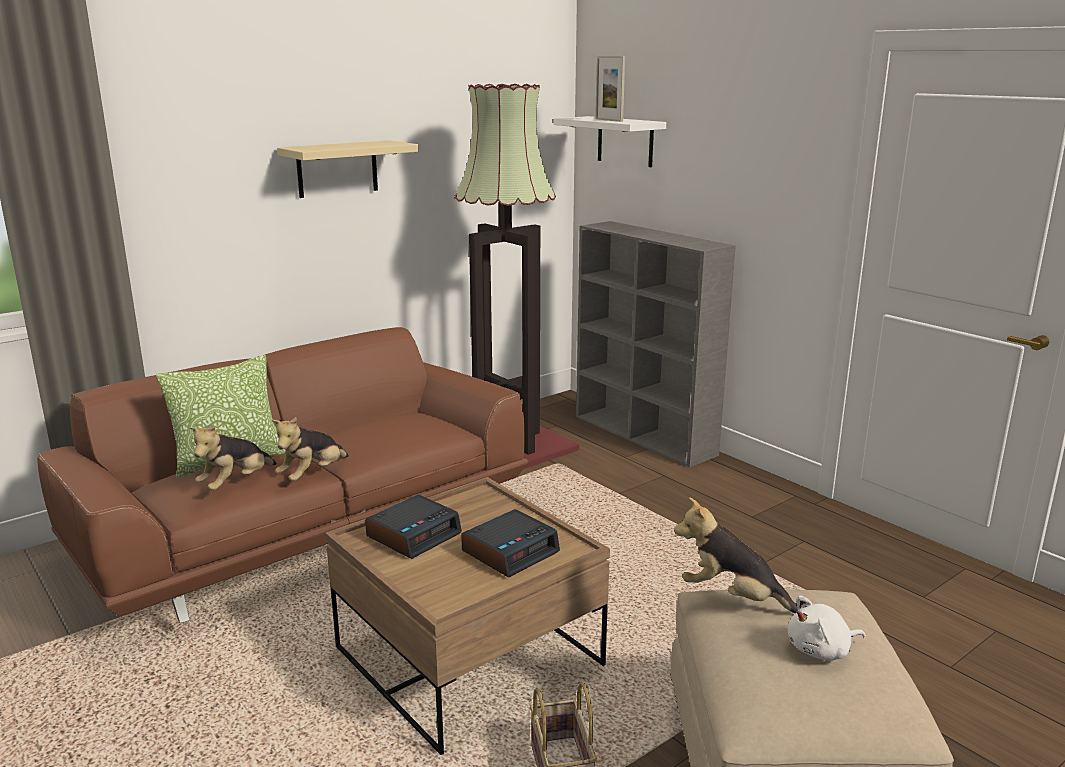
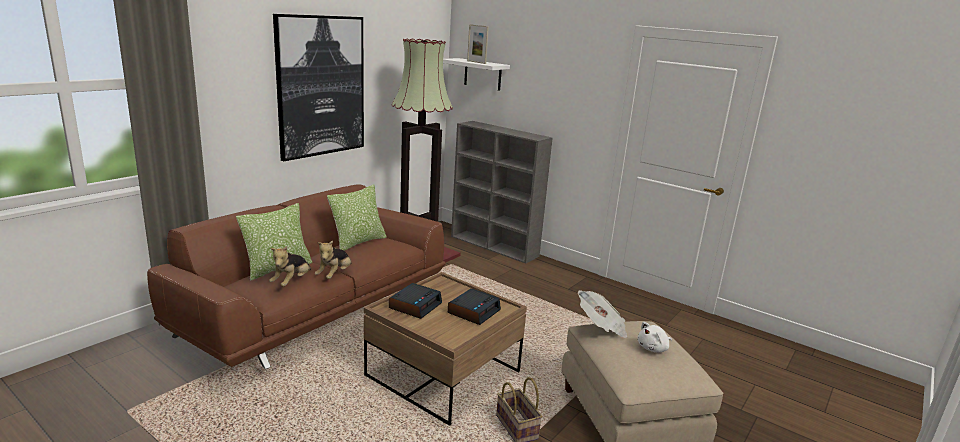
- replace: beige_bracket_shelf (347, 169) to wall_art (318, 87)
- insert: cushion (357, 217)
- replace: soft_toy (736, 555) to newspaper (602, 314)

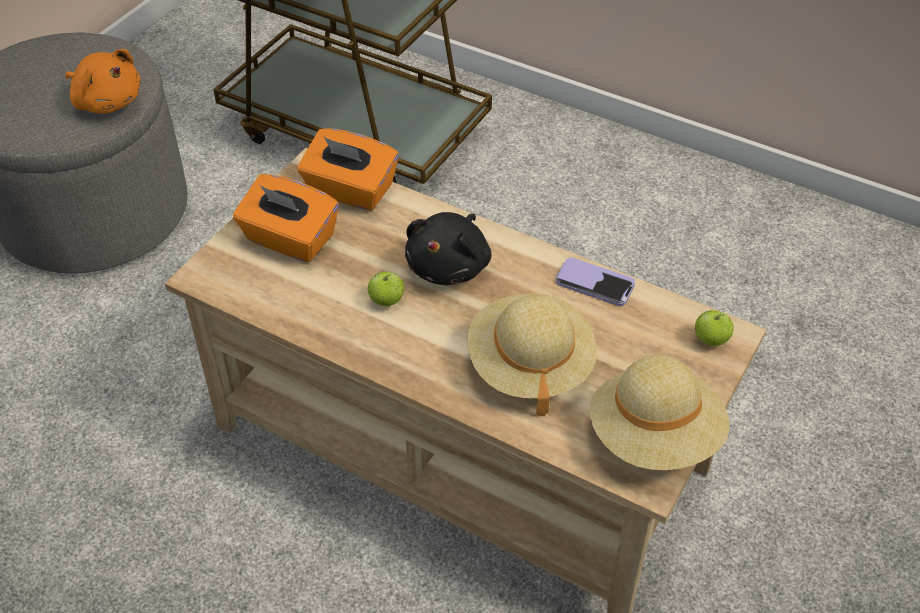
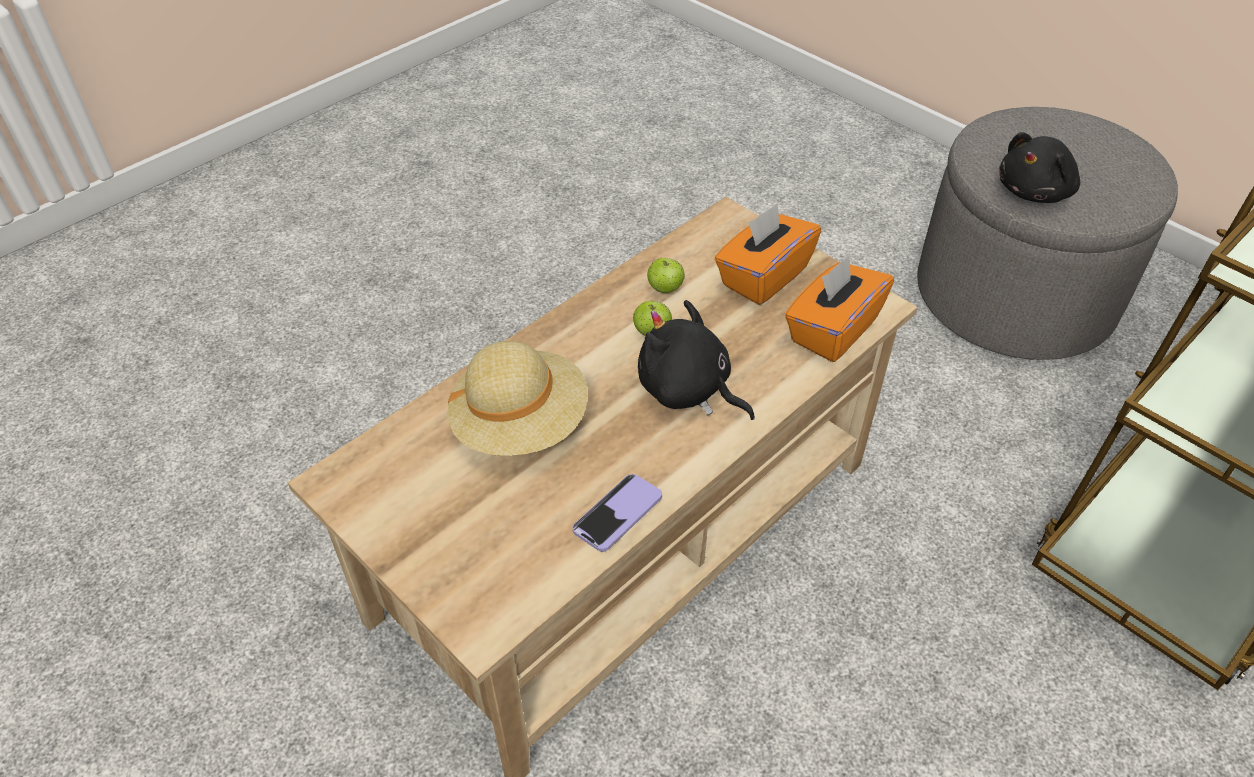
- move: whole_apple (714, 328) to (666, 275)
- recolor: orange_soft_toy (103, 81) to black_soft_toy (1039, 167)
- delete: beige_hat (660, 412)

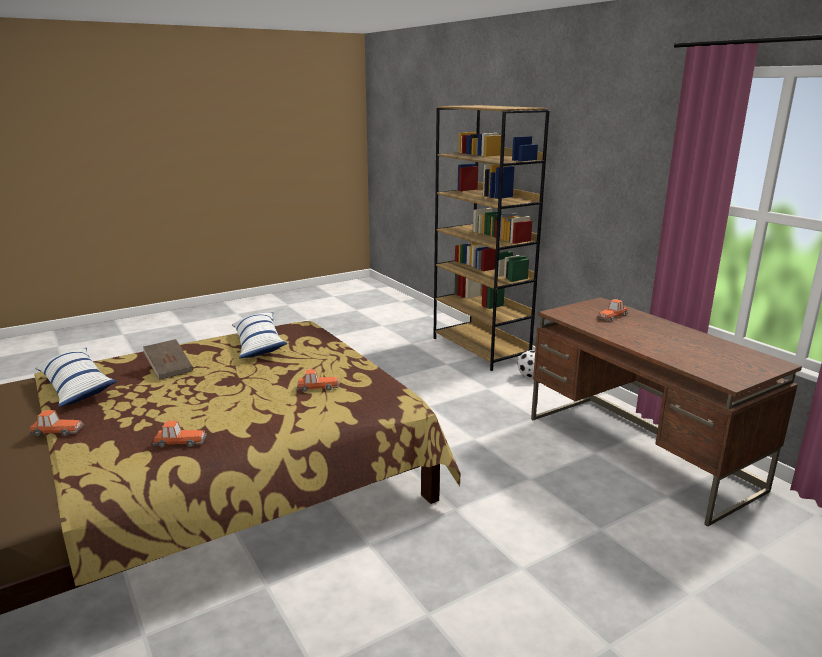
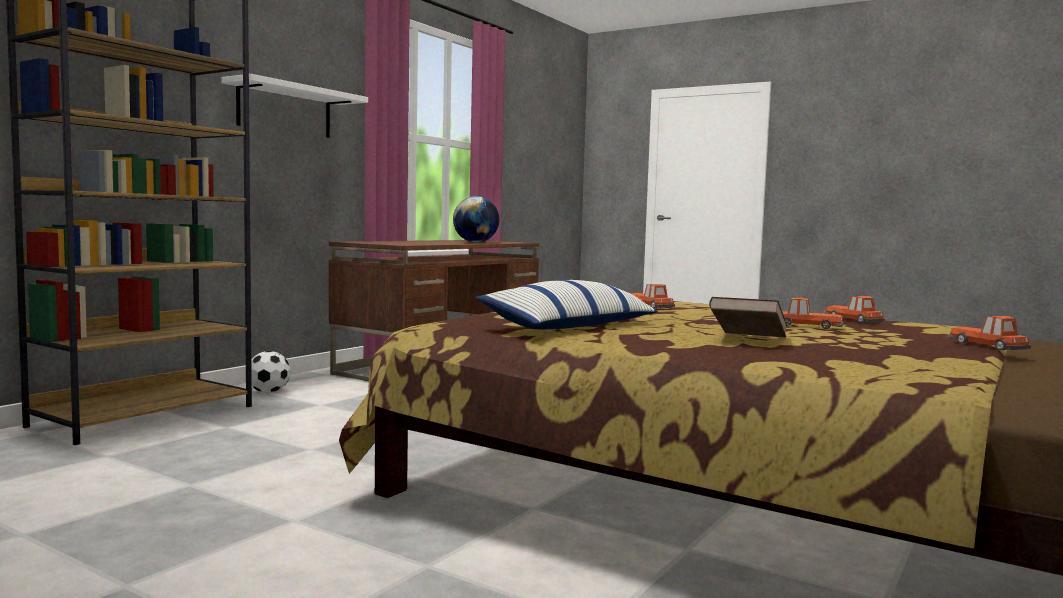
- insert: whitish_bracket_shelf (294, 106)
- insert: desk_globe (476, 219)
- move: miniature_car (612, 310) to (812, 313)
- delete: cushion (76, 377)

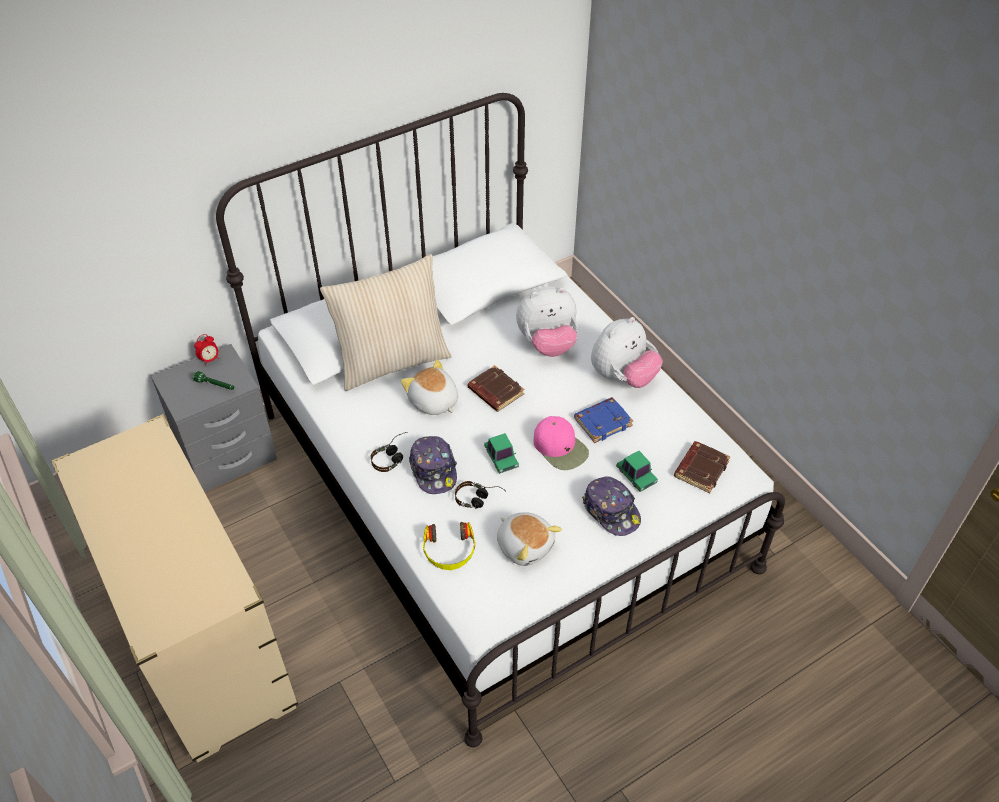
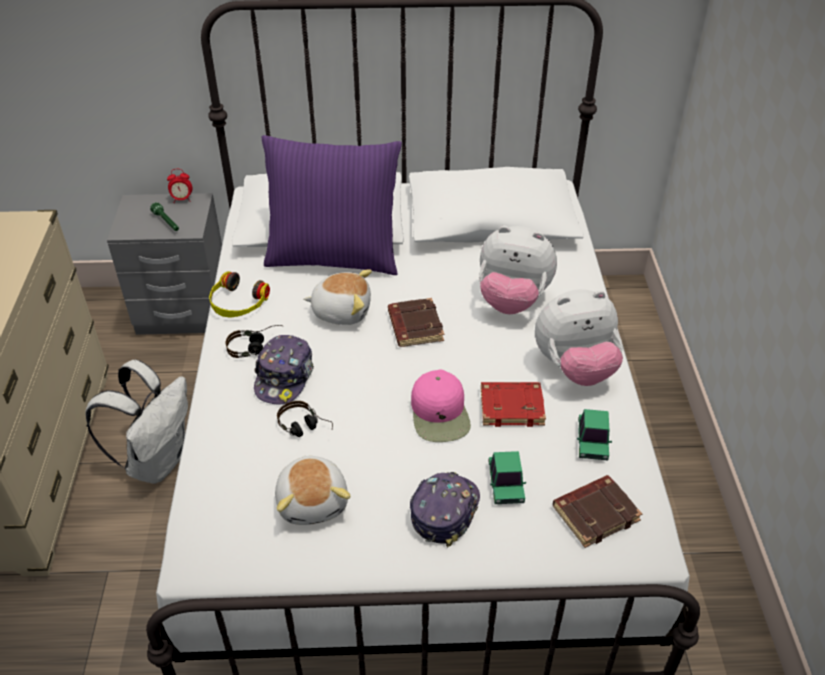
- insert: whitish_backpack (137, 421)
- move: headset (449, 546) to (239, 294)
- recolor: beige_cushion (386, 322) to purplish_cushion (332, 205)
- rotate: soft_toy (429, 387) = (338, 297) 105 degrees clockwise
- rotate: baseball_cap (611, 506) = (445, 509) 150 degrees counterclockwise
- recolor: blue-coloured_volume (603, 420) to red_volume (513, 404)
- move: miniature_car (501, 453) to (594, 435)

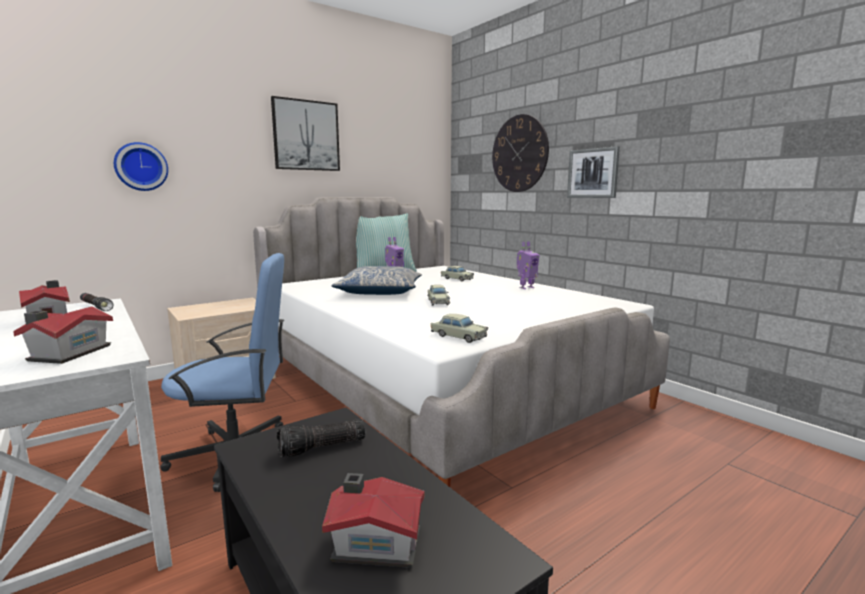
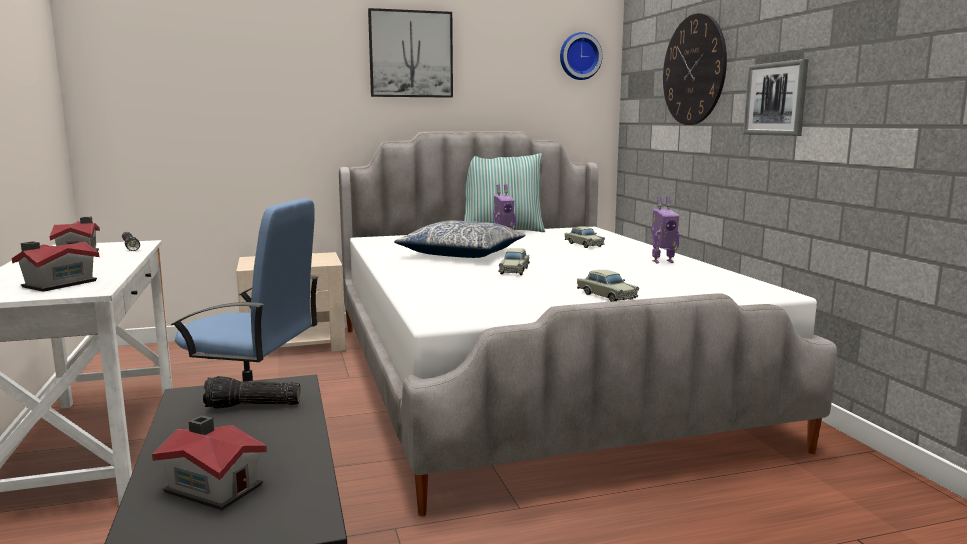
- move: clock_on_the_wall (141, 166) to (581, 56)
- move: beige_miniature_car (459, 328) to (608, 286)

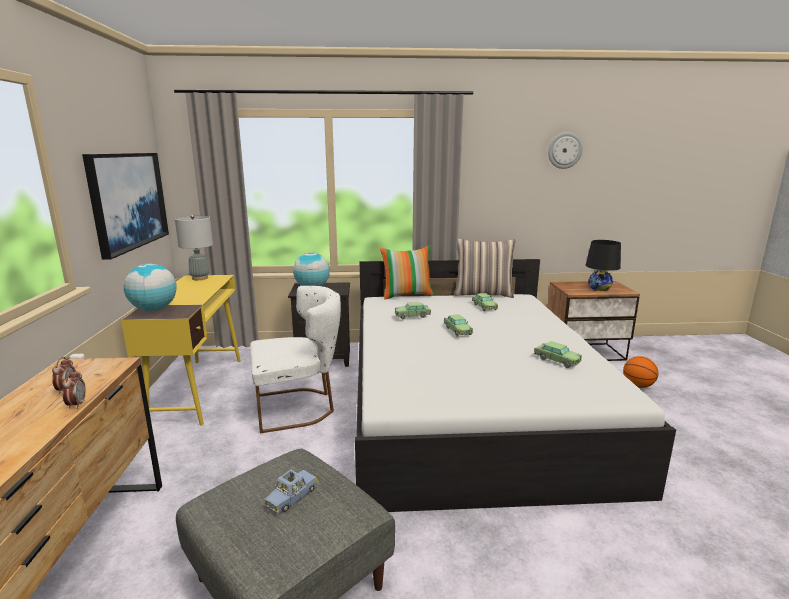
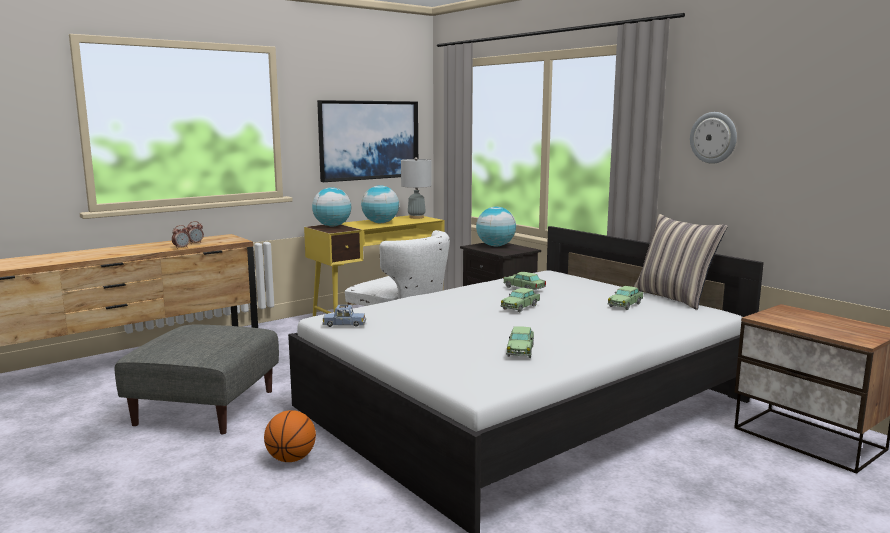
- move: basketball (640, 372) to (290, 436)
- move: blue-coloured_miniature_car (292, 492) to (344, 316)
- insert: desk_globe (380, 204)
- move: clock_on_the_wall (565, 150) to (713, 138)
- delete: cushion (407, 272)
- delete: black_lamp_for_a_table (603, 265)

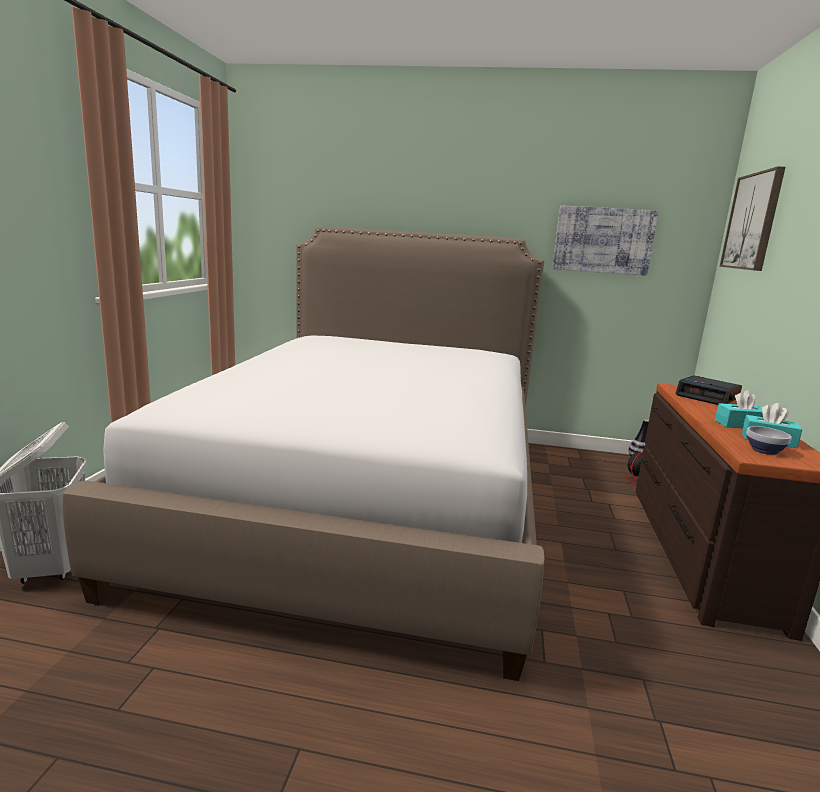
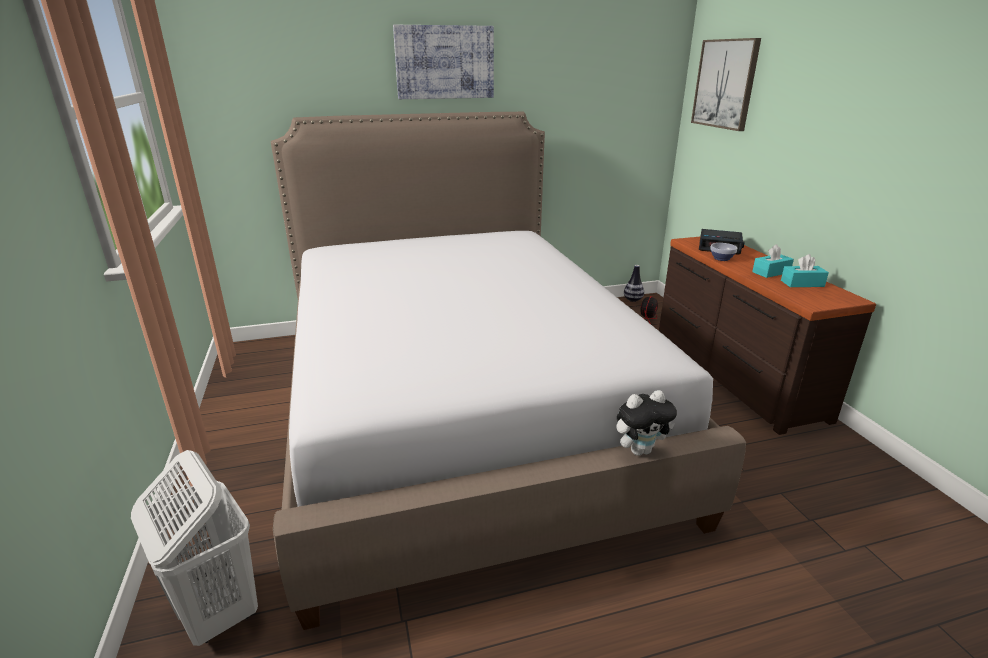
- move: wall_art (605, 240) to (443, 62)
- insert: soft_toy (646, 423)
- move: serving_bowl (769, 440) to (723, 252)

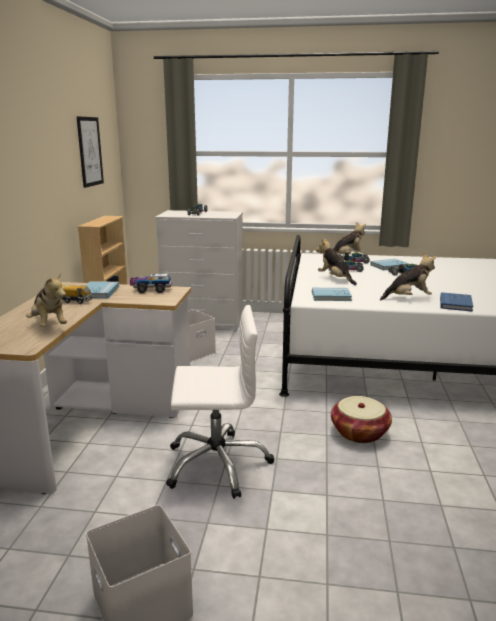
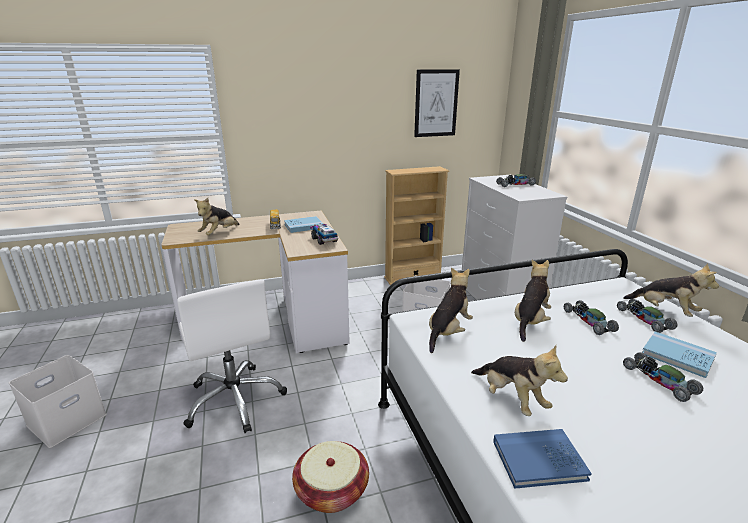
- replace: blue-coloured_volume (332, 294) to soft_toy (451, 310)

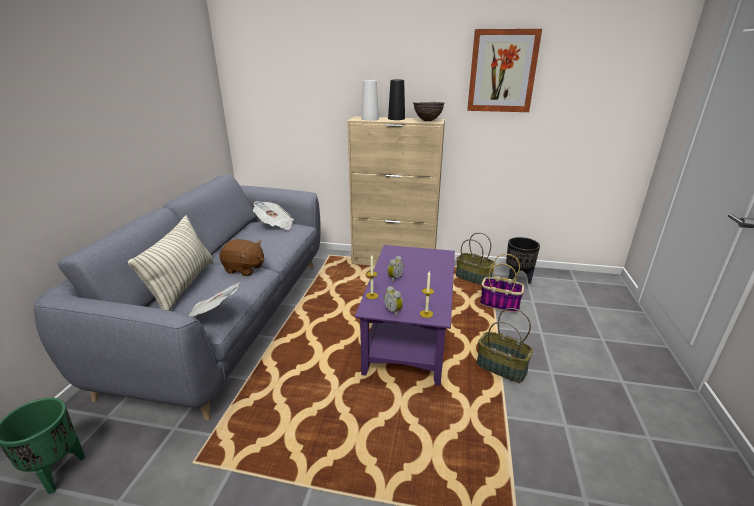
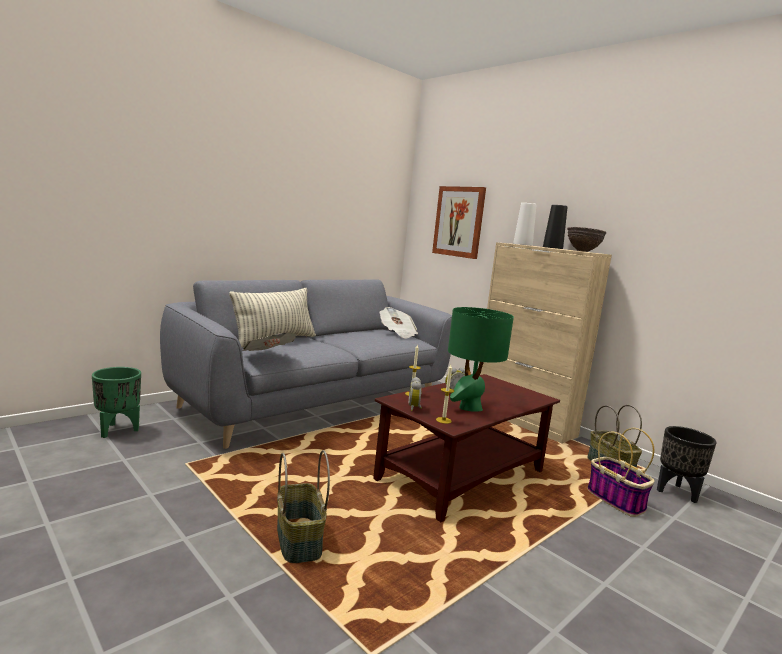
- move: household_basket (505, 345) to (303, 506)
- recolor: purplish_coffee_table (405, 315) to brown_coffee_table (466, 448)
- move: wall_art (504, 70) to (459, 222)
- insert: green_lamp_for_a_table (481, 359)
- delete: brown_soft_toy (241, 257)

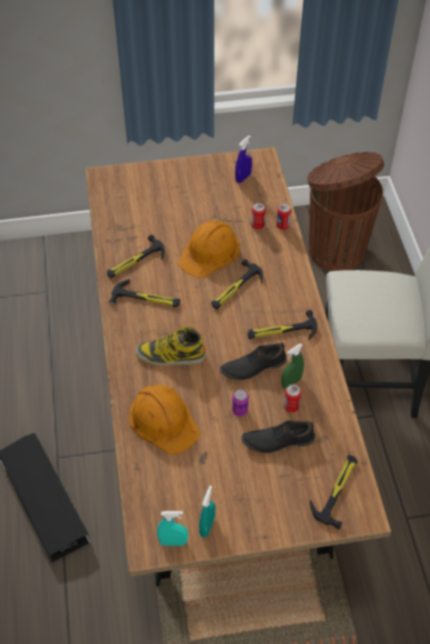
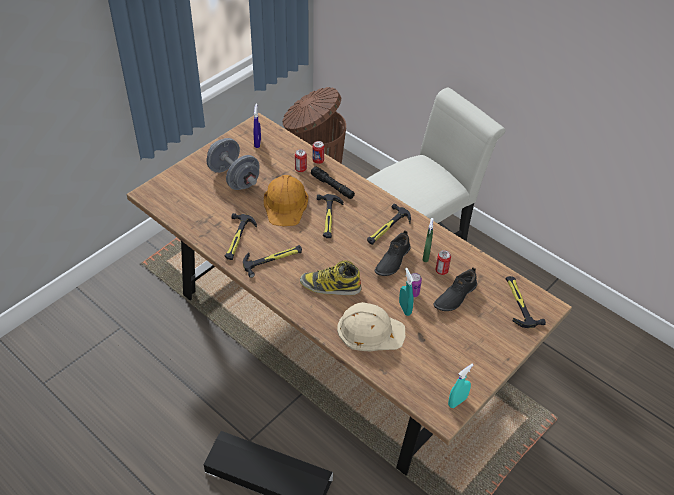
- insert: greyish_free_weight (233, 164)
- rotate: tall_boot (170, 346) = (330, 277) 45 degrees clockwise
- insert: black_torch (333, 182)
- recolor: orange_work_helmet (164, 420) to beige_work_helmet (371, 326)
- move: turquoise_hand_sprayer (207, 511) to (406, 292)

